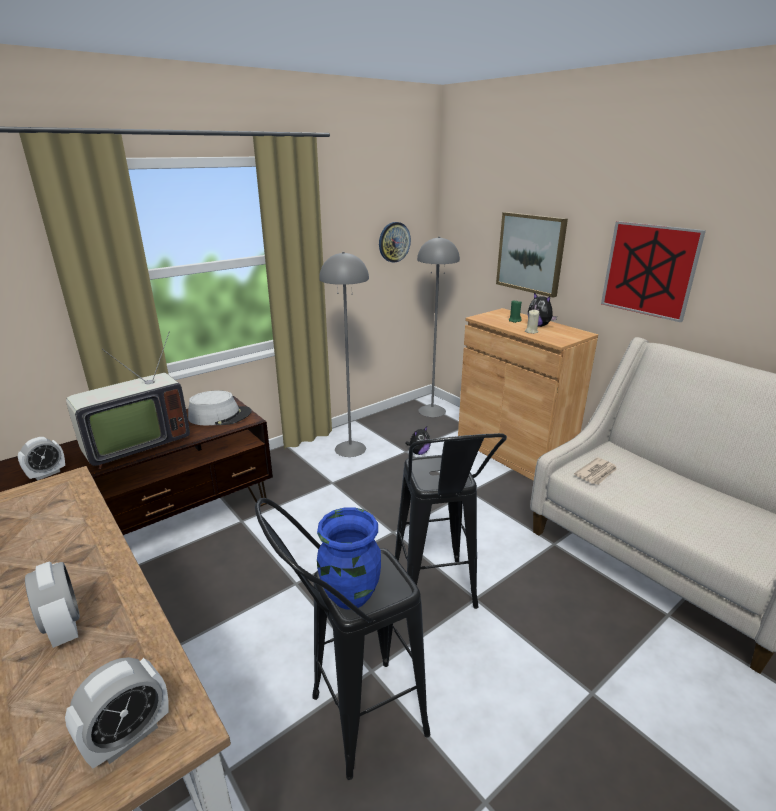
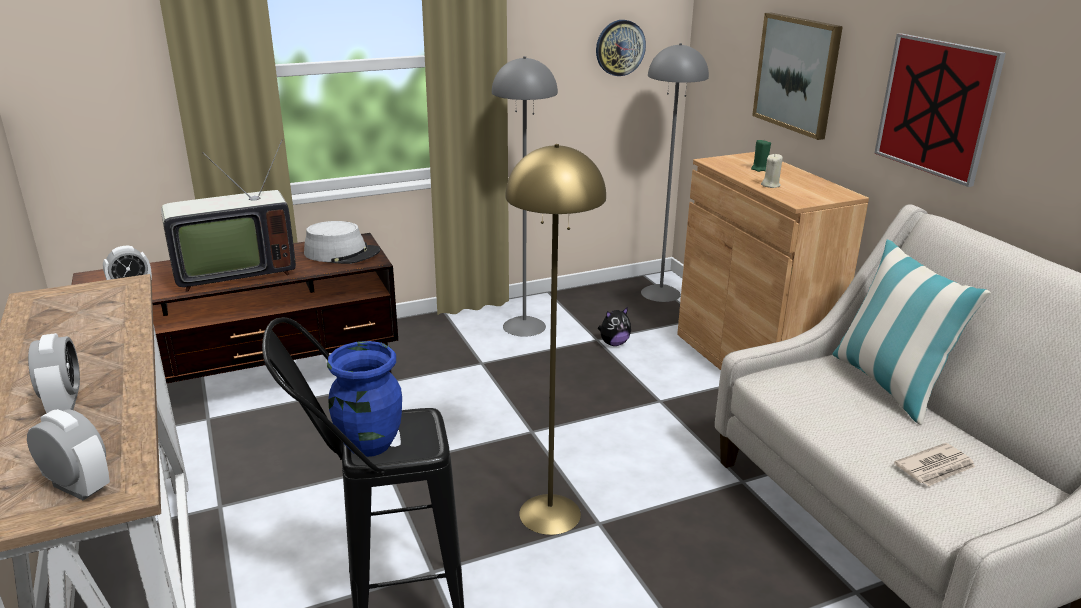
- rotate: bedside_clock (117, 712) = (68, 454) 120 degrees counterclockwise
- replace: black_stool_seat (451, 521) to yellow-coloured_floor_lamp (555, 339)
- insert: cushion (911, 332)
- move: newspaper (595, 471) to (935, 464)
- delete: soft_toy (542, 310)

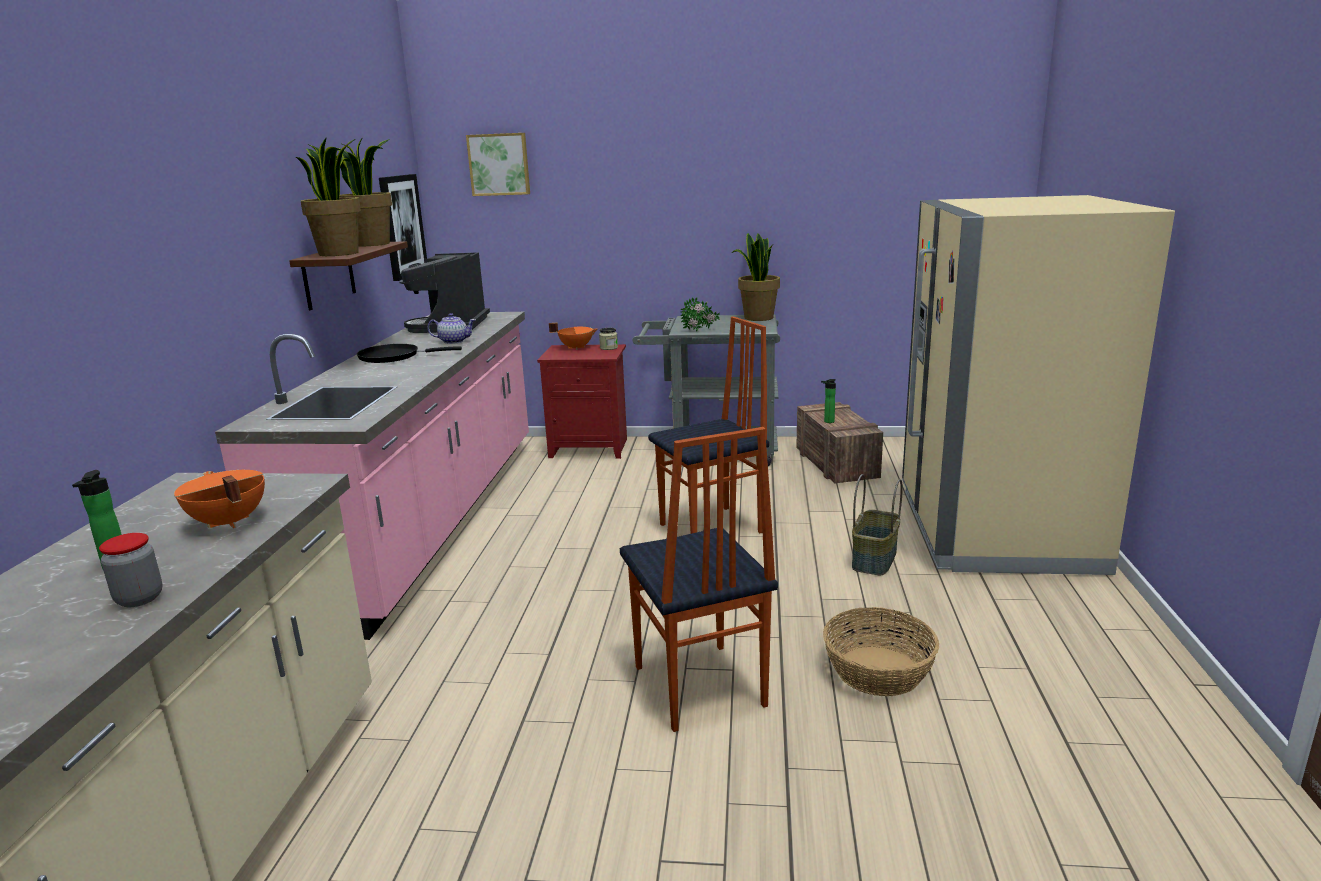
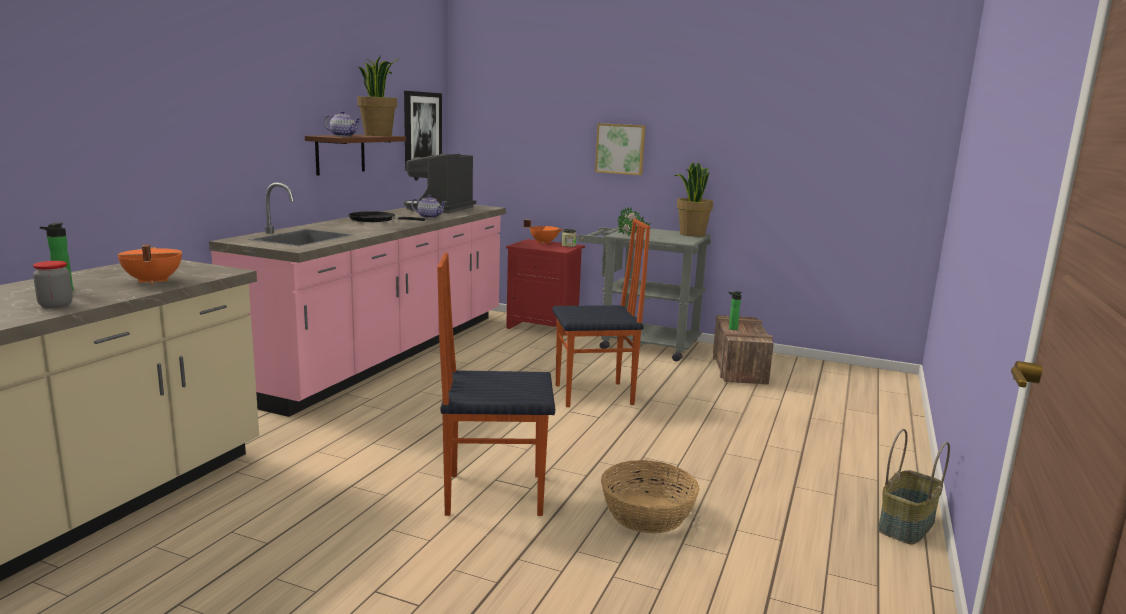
- replace: potted_plant (328, 197) to teapot (342, 124)
- rotate: chair (699, 579) = (496, 384) 90 degrees clockwise
- move: wall_art (498, 164) to (620, 149)
- move: household_basket (877, 524) to (914, 486)
- delete: beige_refrigerator (1038, 385)

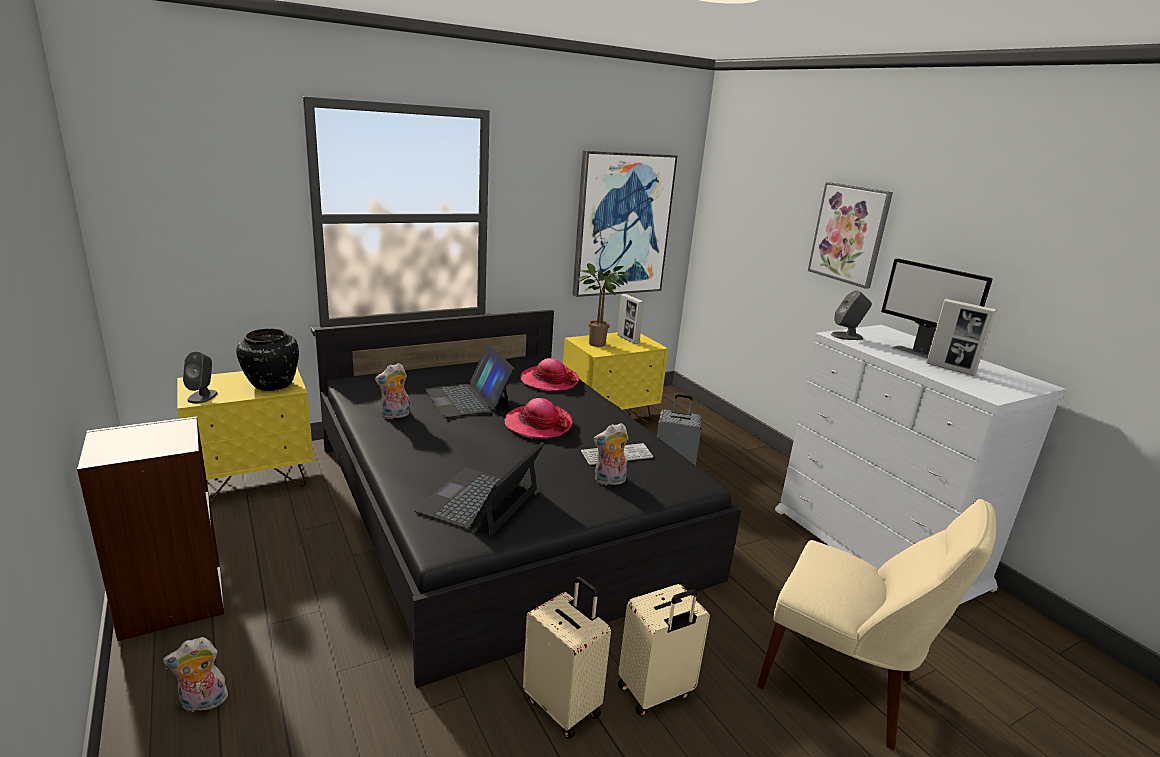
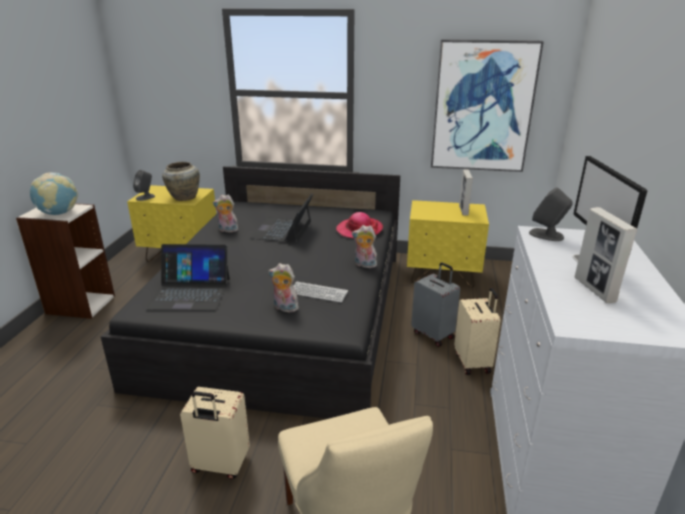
- insert: desk_globe (54, 194)
- rotate: laptop (478, 489) = (188, 277) 150 degrees counterclockwise
- recolor: black_flower_vase (267, 360) to beige_flower_vase (181, 181)
- move: soft_toy (195, 674) to (364, 246)
- move: beige_suitcase (567, 658) to (477, 331)
- delete: hat (538, 418)
- delete: potted_plant (604, 305)
- delete: wall_art (850, 235)

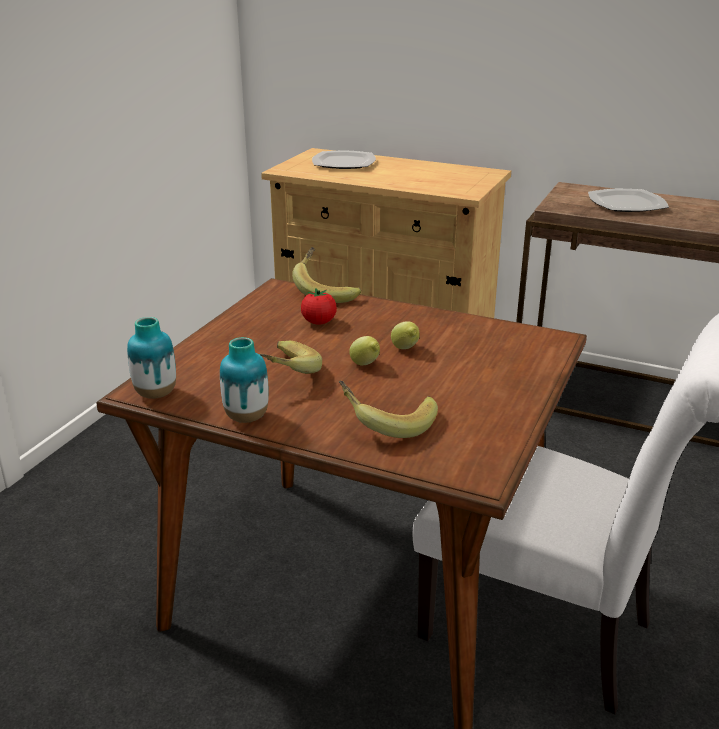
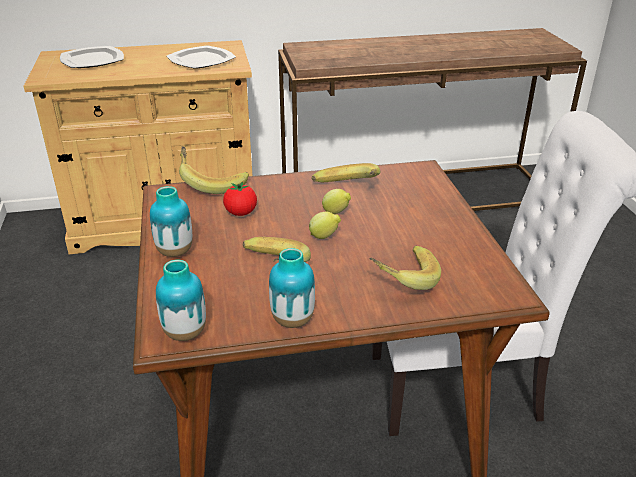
- insert: flower_vase (171, 221)
- move: dinner_plate (628, 200) to (201, 57)
- insert: whole_banana (346, 172)

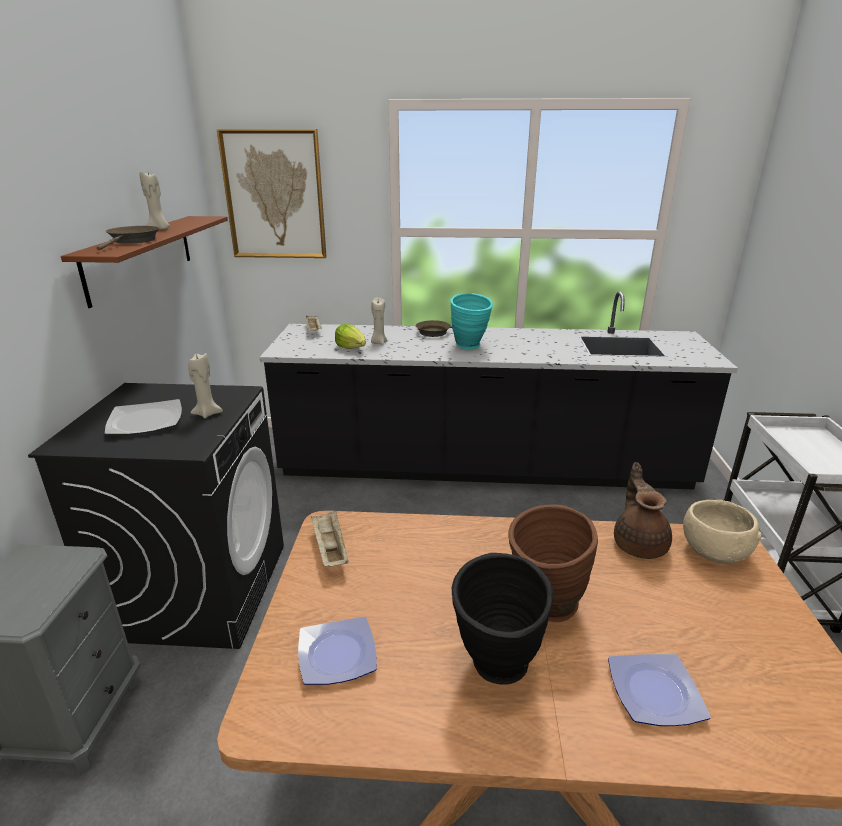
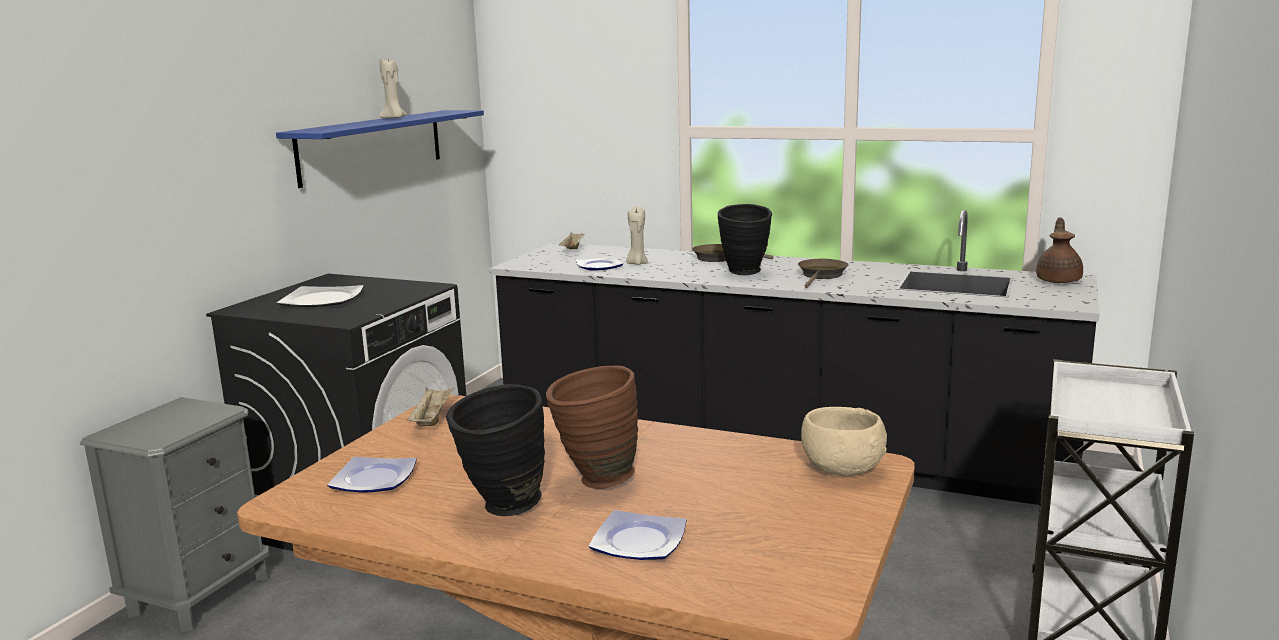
- recolor: brown_bracket_shelf (144, 262) to blue-coloured_bracket_shelf (380, 149)
- replace: head_of_lettuce (350, 336) to dinner_plate (599, 263)
- recolor: turquoise_flower_vase (472, 321) to black_flower_vase (745, 239)
- move: brown_pan (128, 238) to (823, 273)
- move: brown_teapot (643, 510) to (1059, 250)
- delete: beige_candle (205, 385)
- delete: wall_art (272, 193)

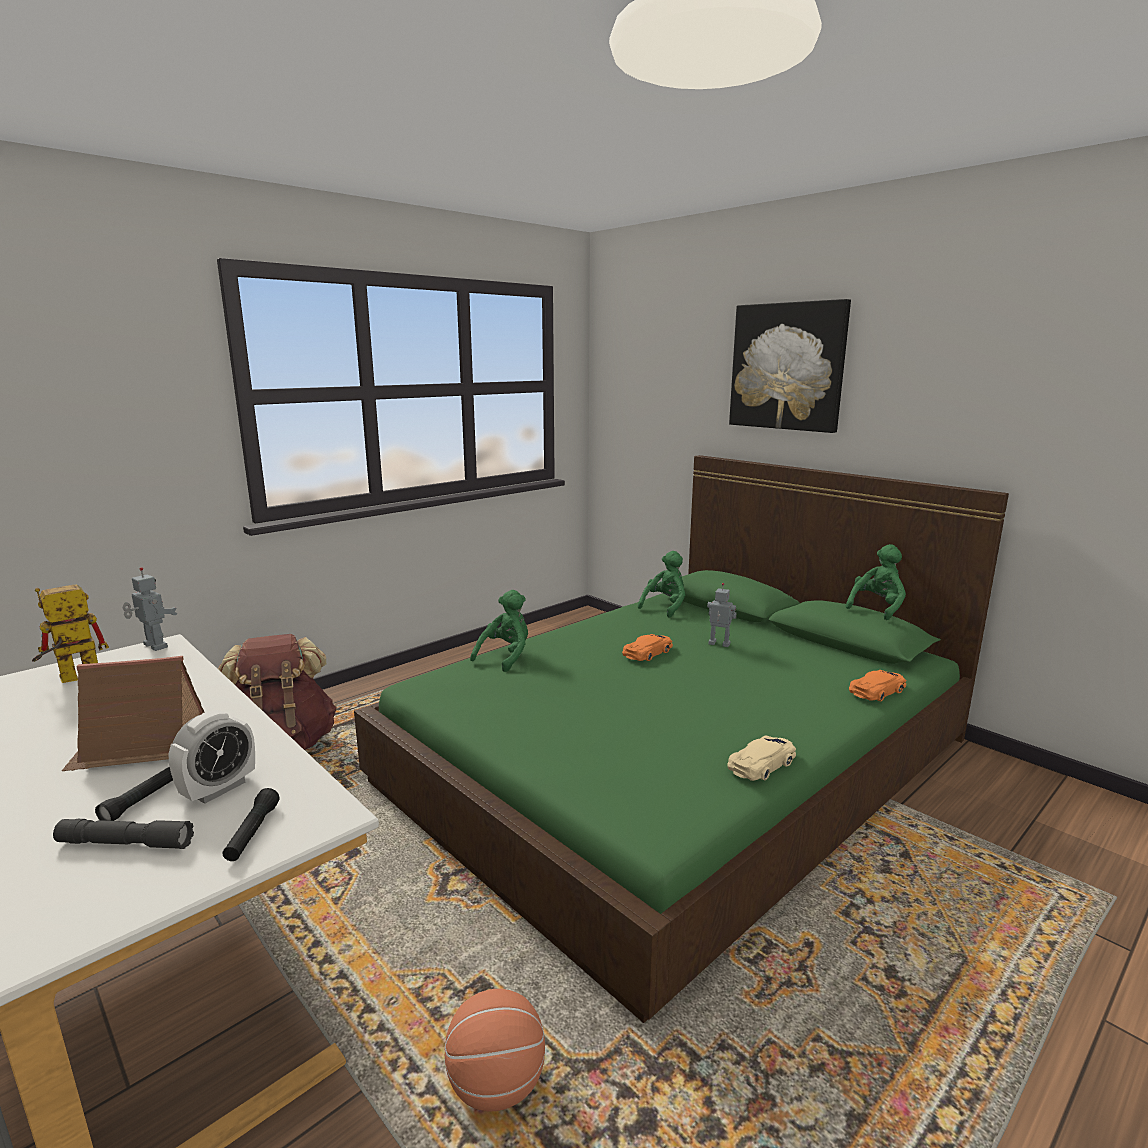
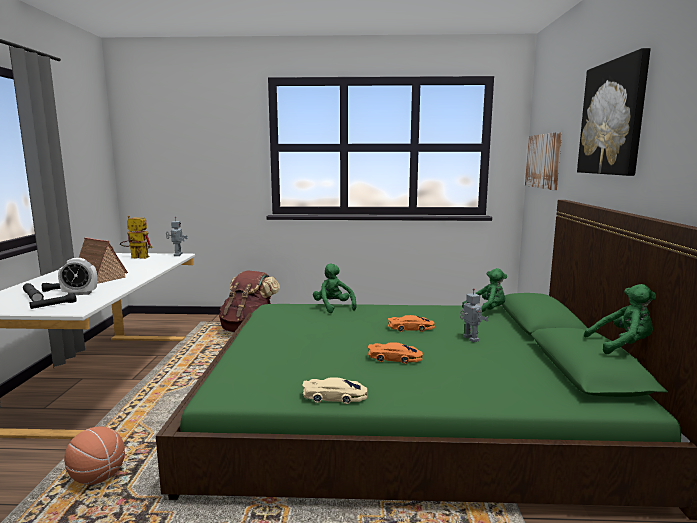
- rotate: green_soft_toy (499, 631) = (335, 288) 105 degrees counterclockwise
- move: orange_miniature_car (878, 685) to (395, 353)
- insert: wall_art (543, 161)

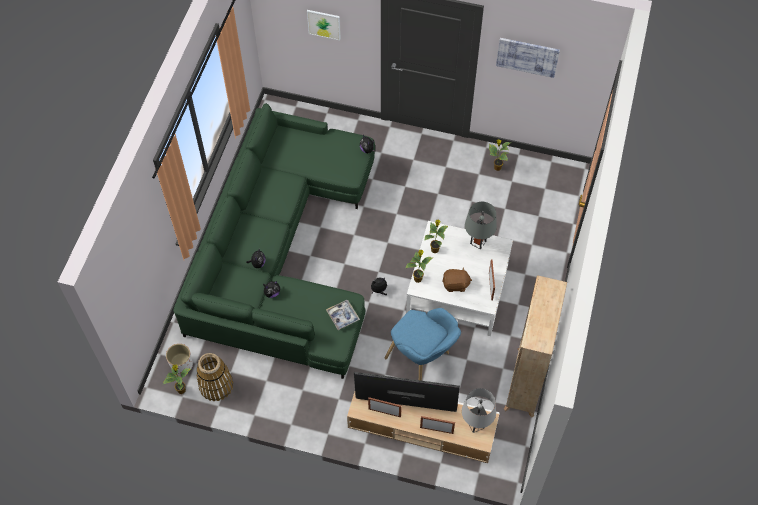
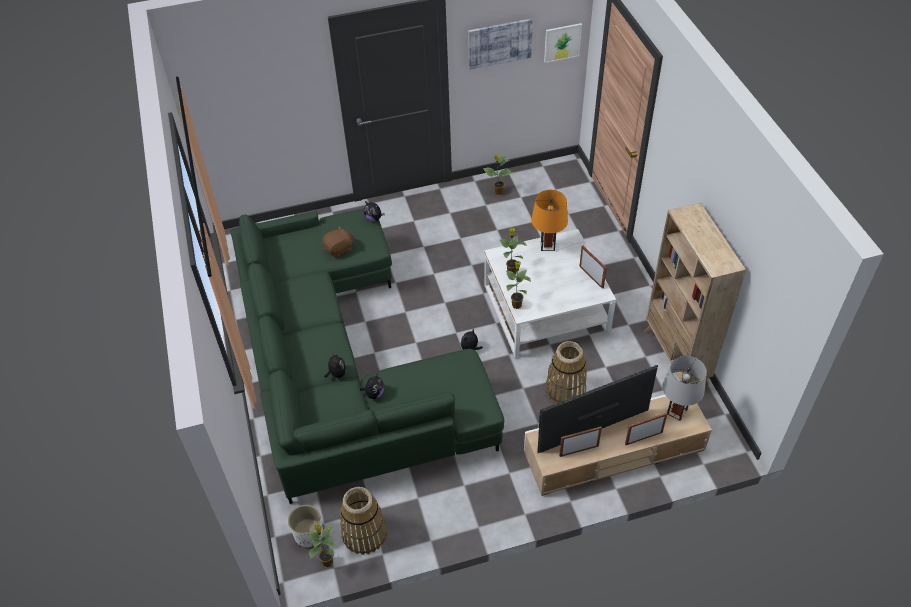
- move: brown_soft_toy (457, 279) to (338, 242)
- recolor: greyish_lamp_for_a_table (481, 226) to orange_lamp_for_a_table (549, 220)
- move: wall_art (324, 25) to (563, 43)
- replace: blue-coloured_easy_chair (423, 344) to household_basket (566, 372)
- delete: serving_tray (343, 315)

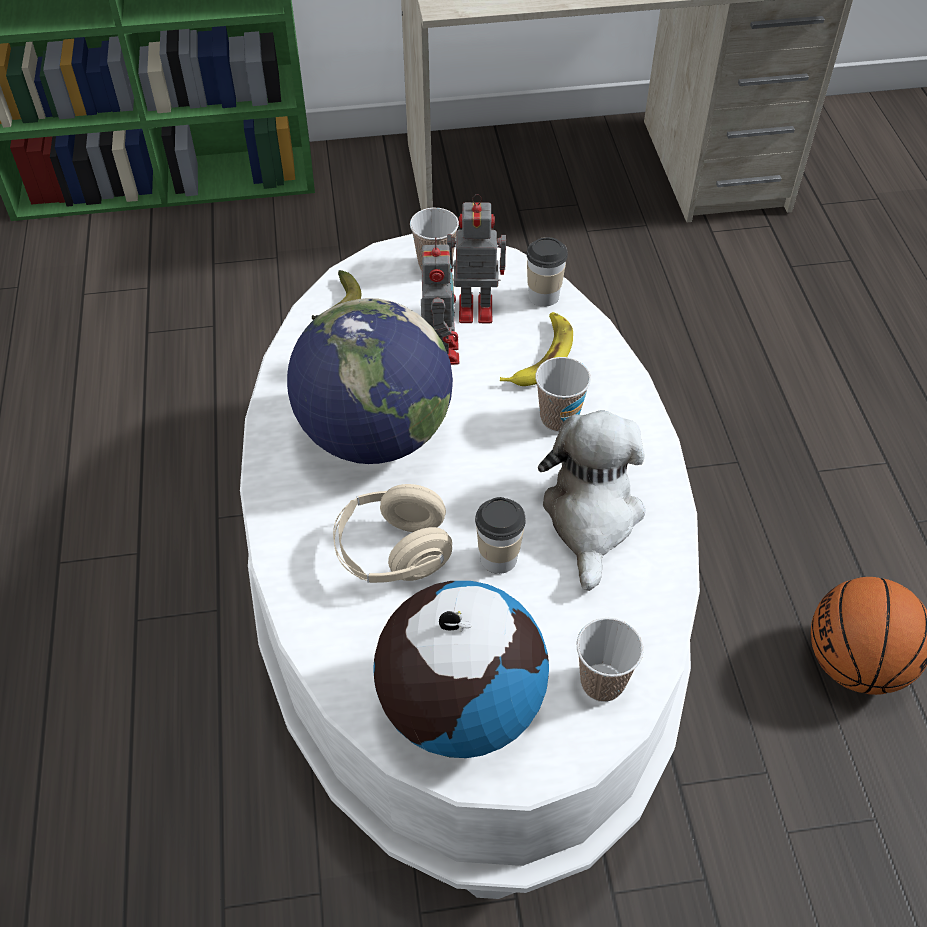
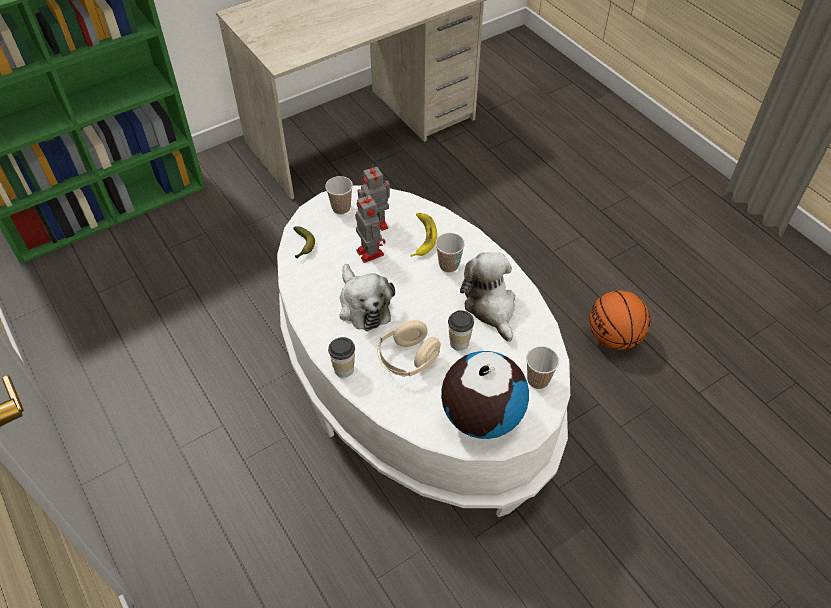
- move: drinking_cup (547, 272) to (341, 357)
- replace: desk_globe (370, 381) to soft_toy (367, 297)

